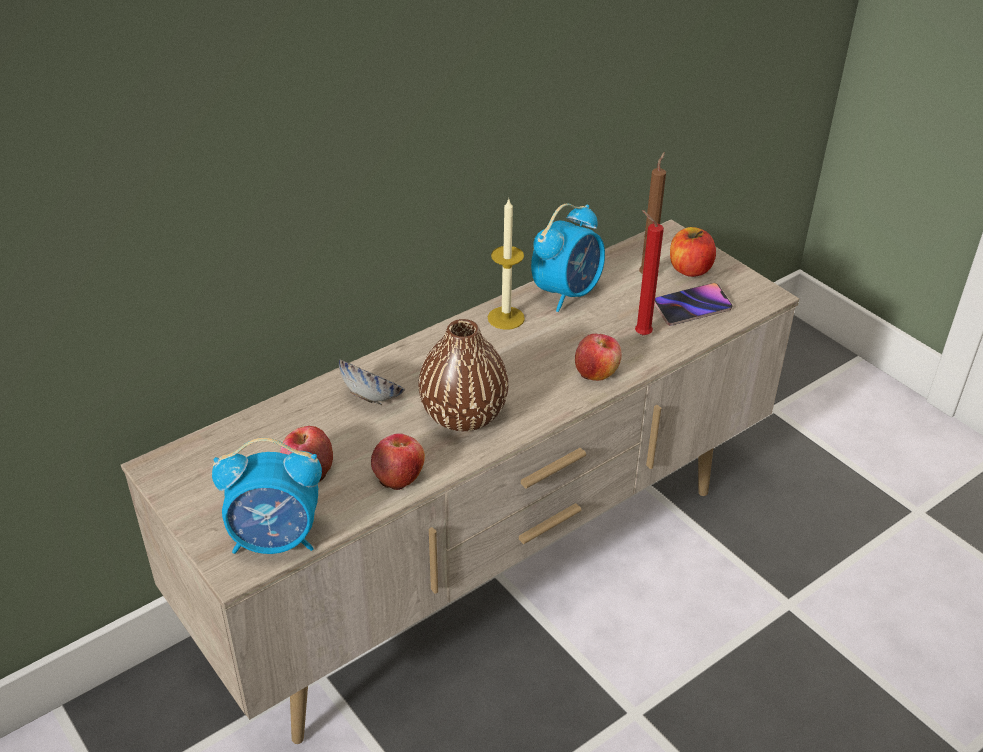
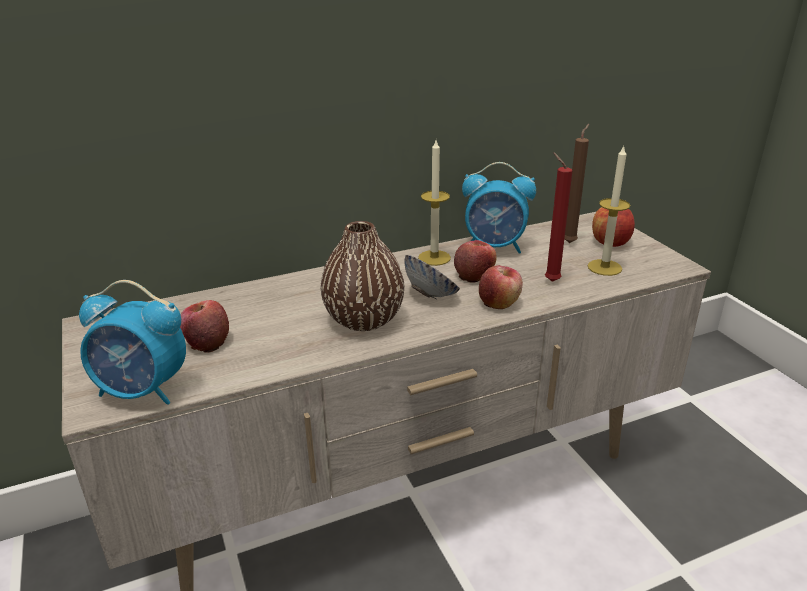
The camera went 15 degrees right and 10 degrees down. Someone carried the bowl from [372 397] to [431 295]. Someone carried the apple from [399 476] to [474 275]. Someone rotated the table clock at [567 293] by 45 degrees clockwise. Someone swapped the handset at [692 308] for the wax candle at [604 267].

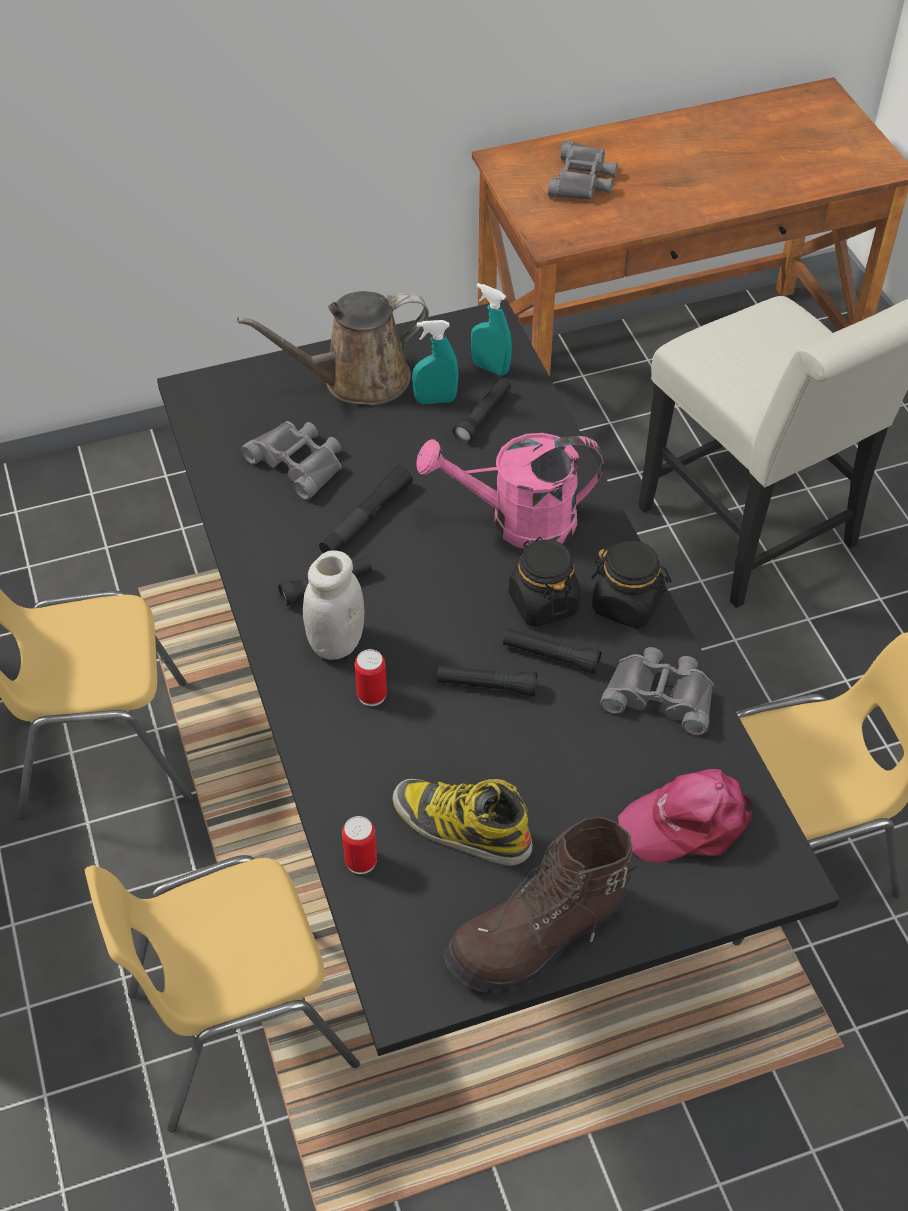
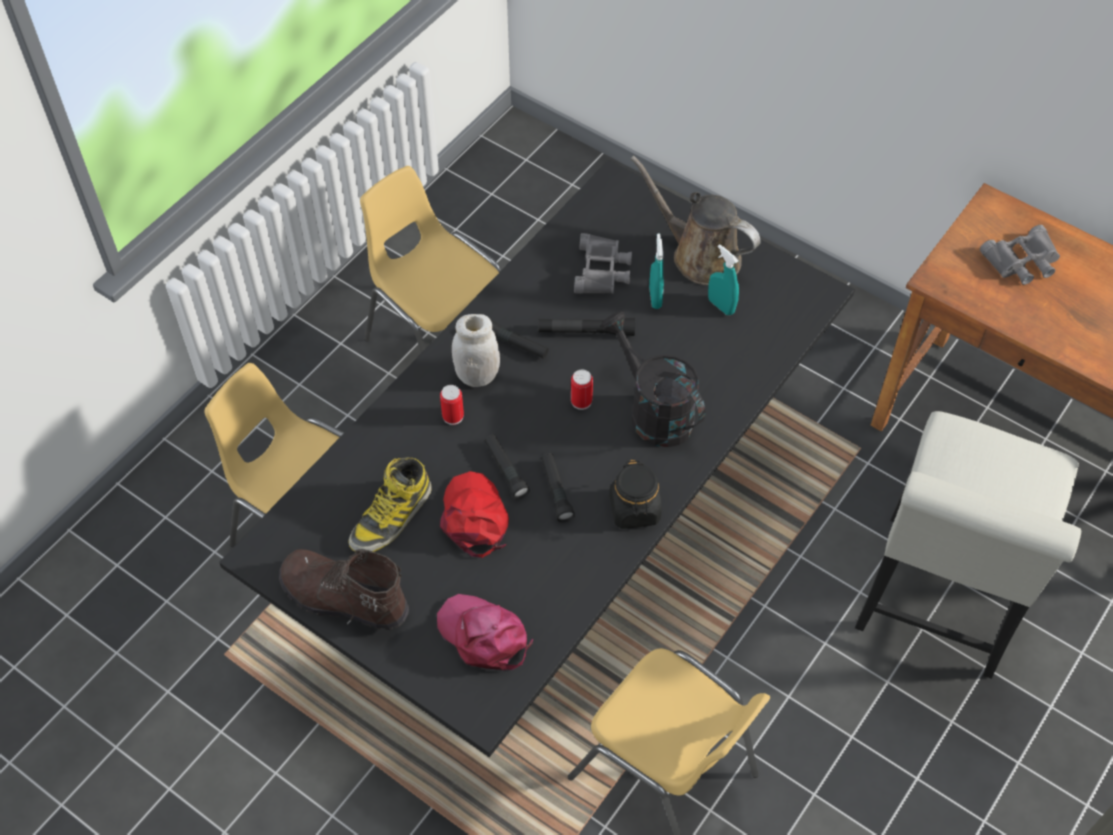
The camera went 55 degrees right and 5 degrees up. Someone rotated the tall boot at [460 827] by 135 degrees counterclockwise. Someone put down the red cap at [474 517]. Someone carried the sealed can from [361 861] to [581 401]. Someone repainted the pink sprinkling can at [517 522], which became the blackish sprinkling can at [653 411]. Someone carried the blue-green spray bottle from [490 367] to [655 297]. Someone took away the blackish flashlight at [483 416]. Someone took away the blackish storage jar at [543 603]. Someone took away the grey binoculars at [660 695].

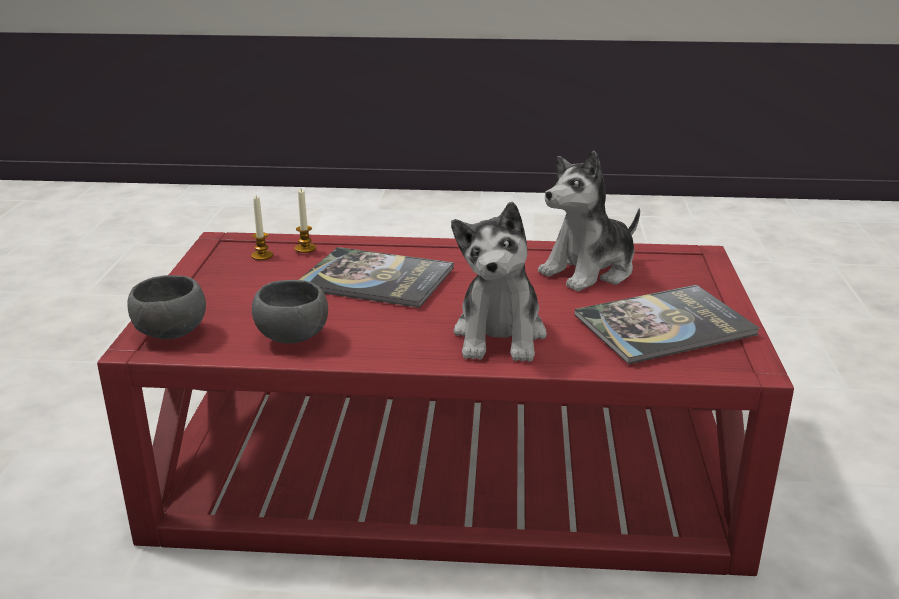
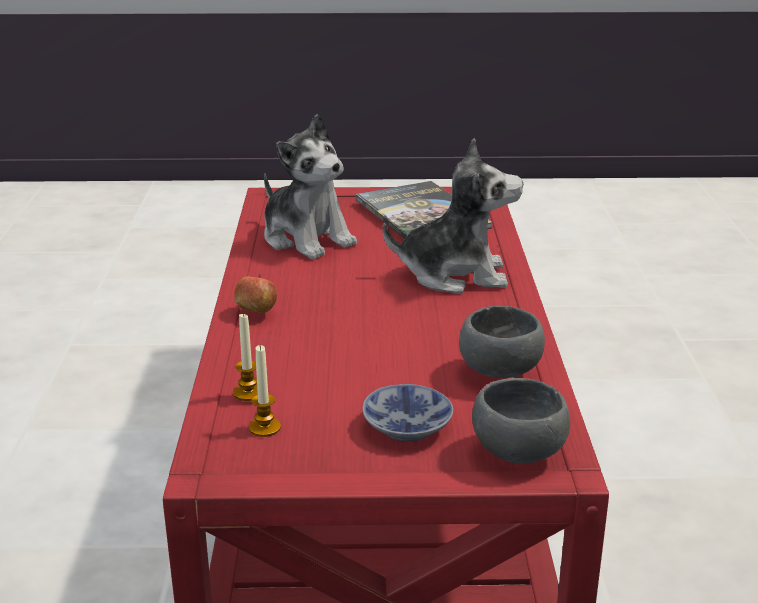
The camera went 95 degrees left and 0 degrees up. Someone put down the apple at [256 312]. Someone put down the bowl at [404 426]. Someone took away the book at [376 279].

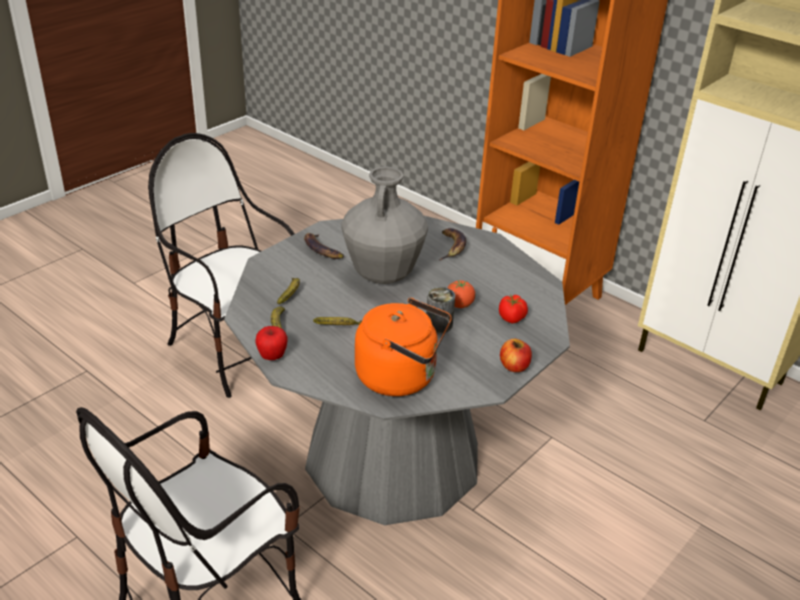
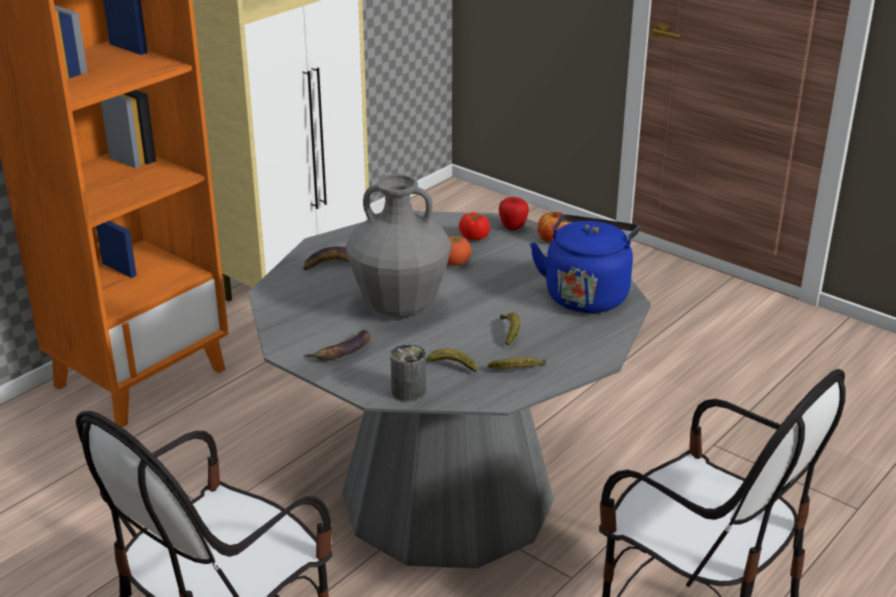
The camera went 90 degrees left and 5 degrees down. Someone carried the sealed can from [439 324] to [408 392]. Someone carried the apple from [272 357] to [513 227]. Someone repainted the orange kettle at [401 377], which became the bluish kettle at [586 294].

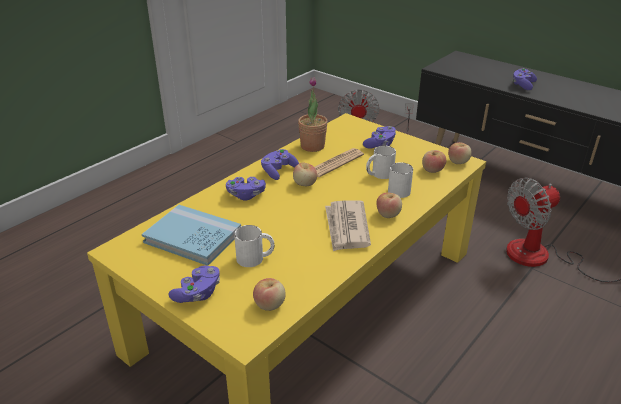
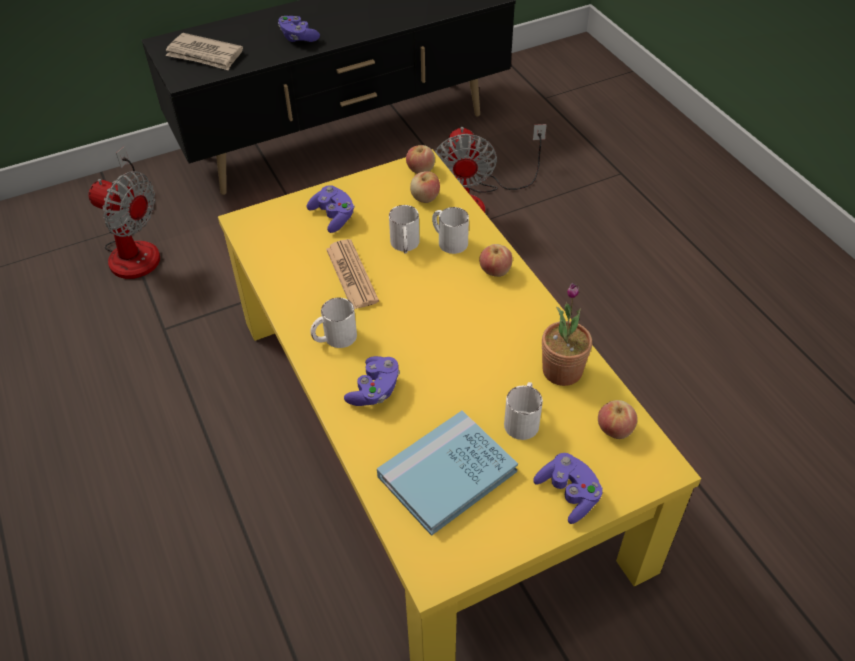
The camera went 65 degrees left and 15 degrees up. Someone carried the newspaper from [346 228] to [205 55]. Someone swapped the purple joypad at [278 171] for the white-coloured mug at [334 338]. Someone carried the plant in a pot from [312 146] to [562 370]. Someone took away the apple at [305 184].

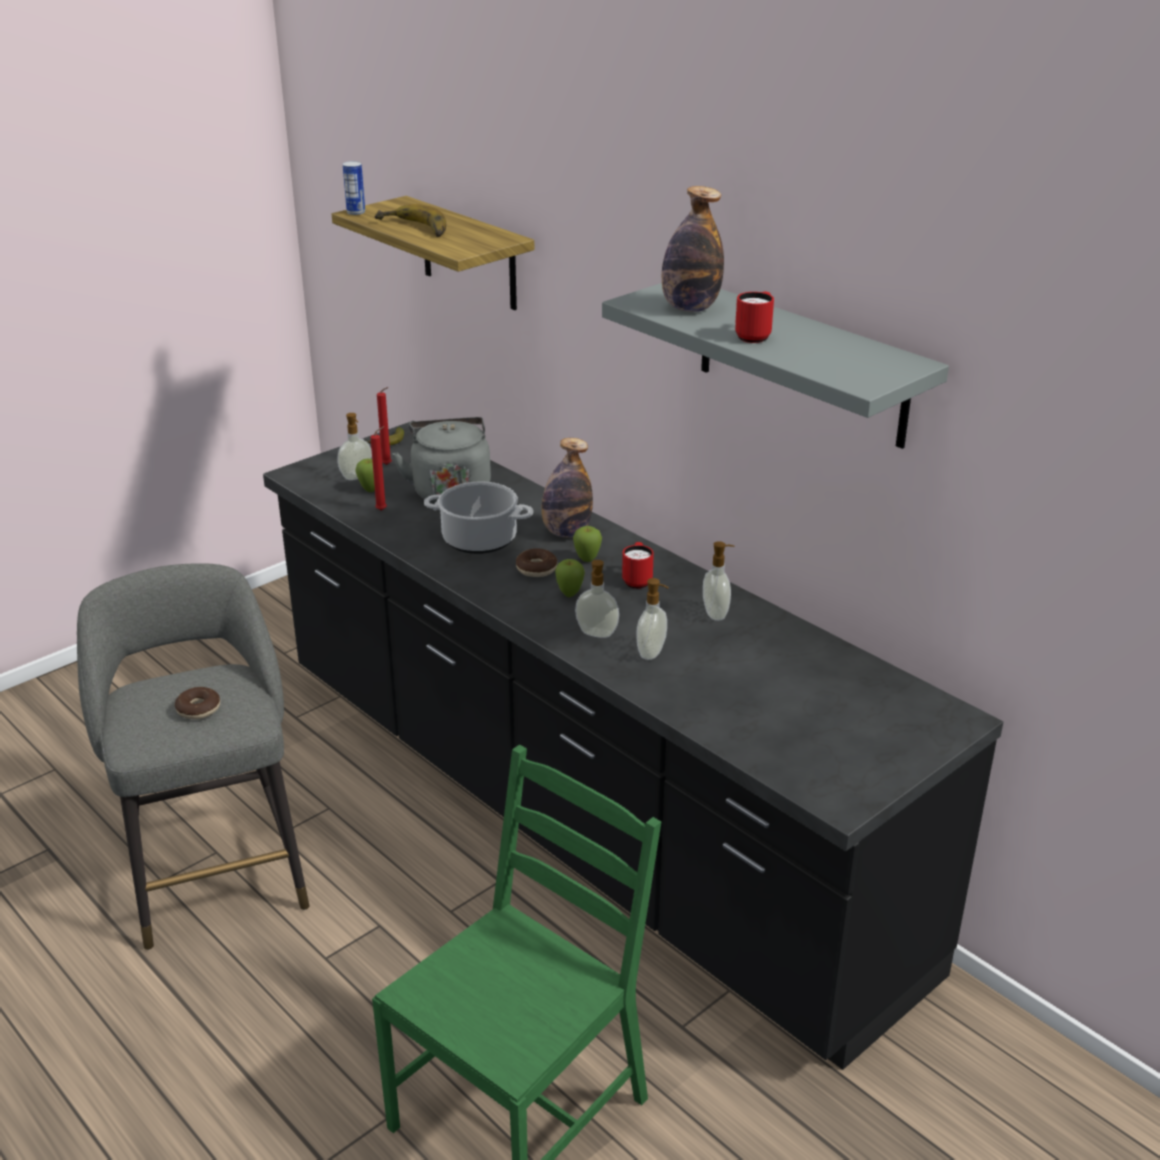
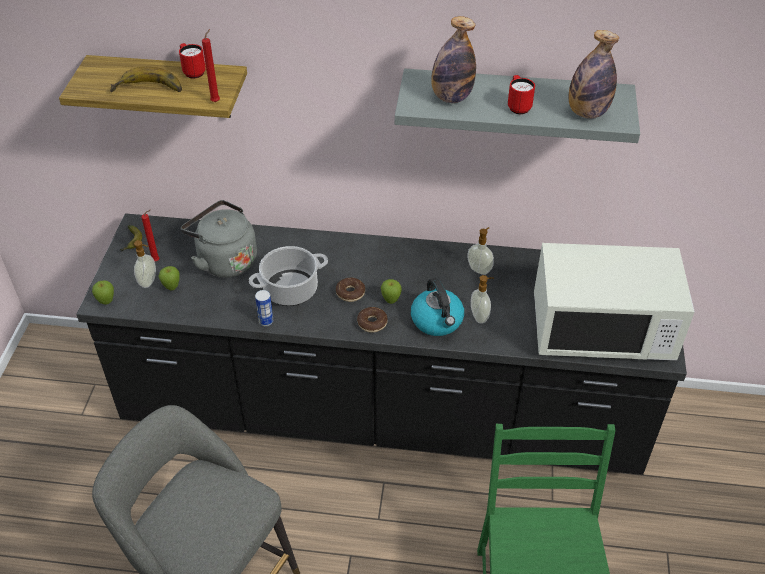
The camera went 40 degrees left and 15 degrees up. Someone carried the apple from [587 560] to [106 302]. Someone carried the red mug from [637 580] to [192 71]. Someone carried the red wax candle from [383 510] to [216 101]. Someone carried the sealed can from [356 212] to [266 321]. Someone carried the ring doughnut from [198 709] to [372 323]. Someone swapped the soap bottle at [596 634] for the kettle at [437 321]. Someone put down the white-coloured microwave oven at [602 329]. Someone carried the drink bottle from [566 532] to [587 113].

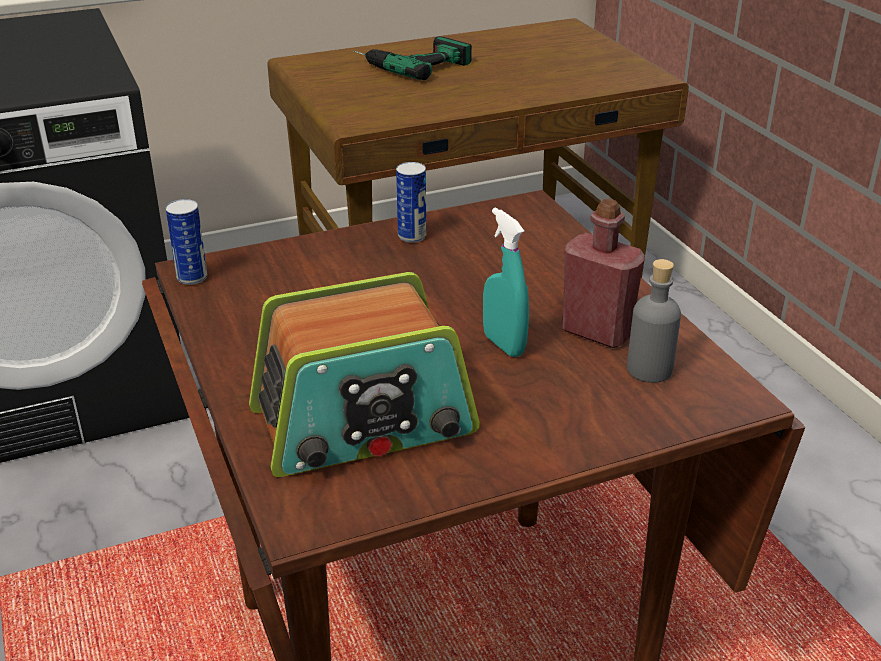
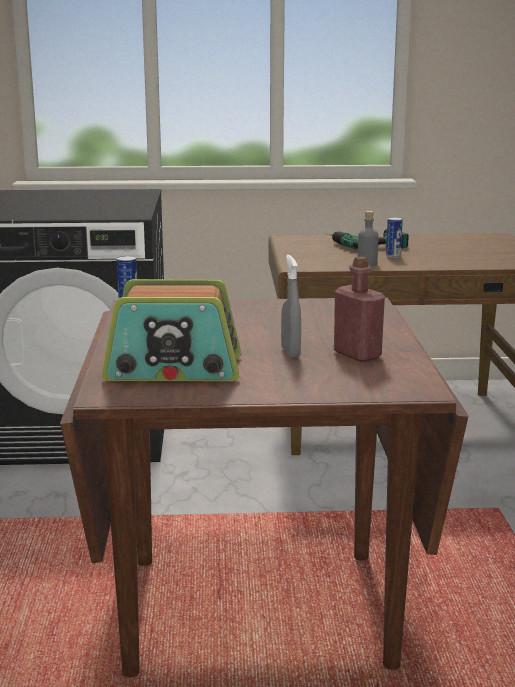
The camera went 20 degrees right and 15 degrees down. Someone repainted the blue-green spray bottle at [504 345], which became the grey spray bottle at [290 352]. Someone carried the grey drink bottle from [649 369] to [367 264]. Someone carried the sealed can from [412 236] to [393 256].

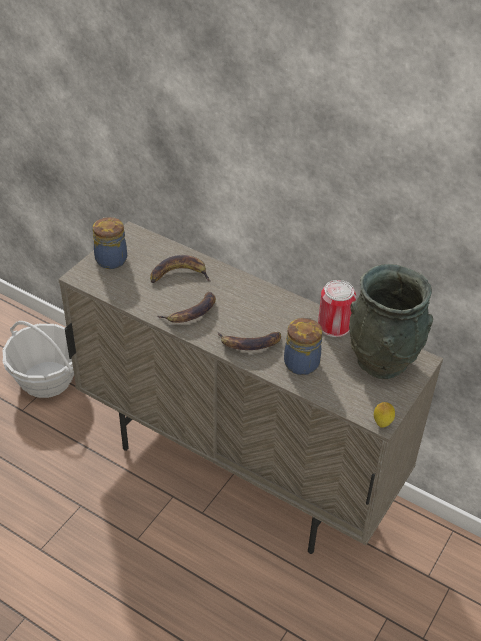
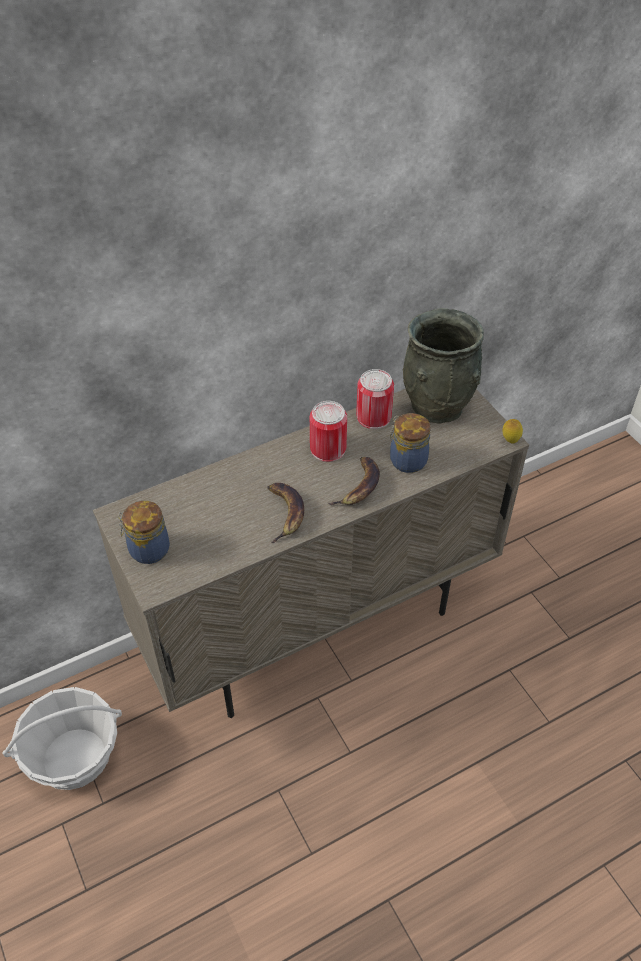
The camera went 60 degrees left and 5 degrees up. Someone put down the sealed can at [328 449]. Someone took away the banana at [179 274].

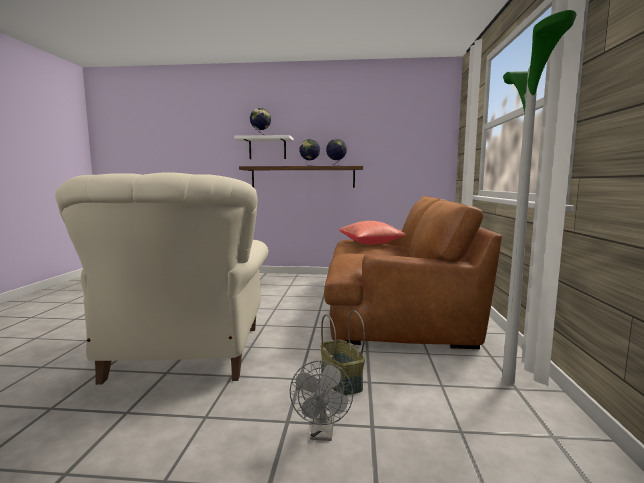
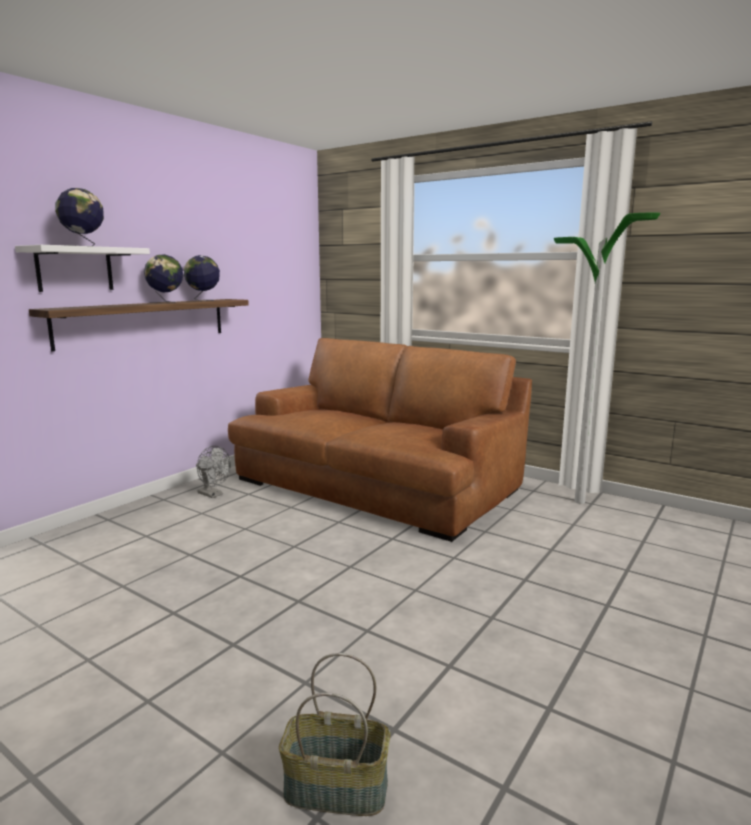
The camera went 60 degrees left and 5 degrees up. Someone carried the grey electric fan from [322 433] to [213 494]. Someone carried the storage basket from [340 381] to [334 790]. Someone took away the sand-coloured lounge chair at [186 354]. Someone took away the red pillow at [371 243].

